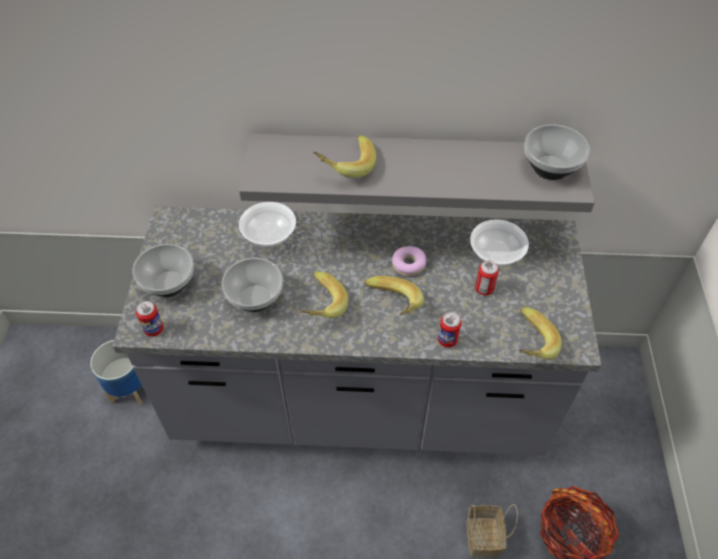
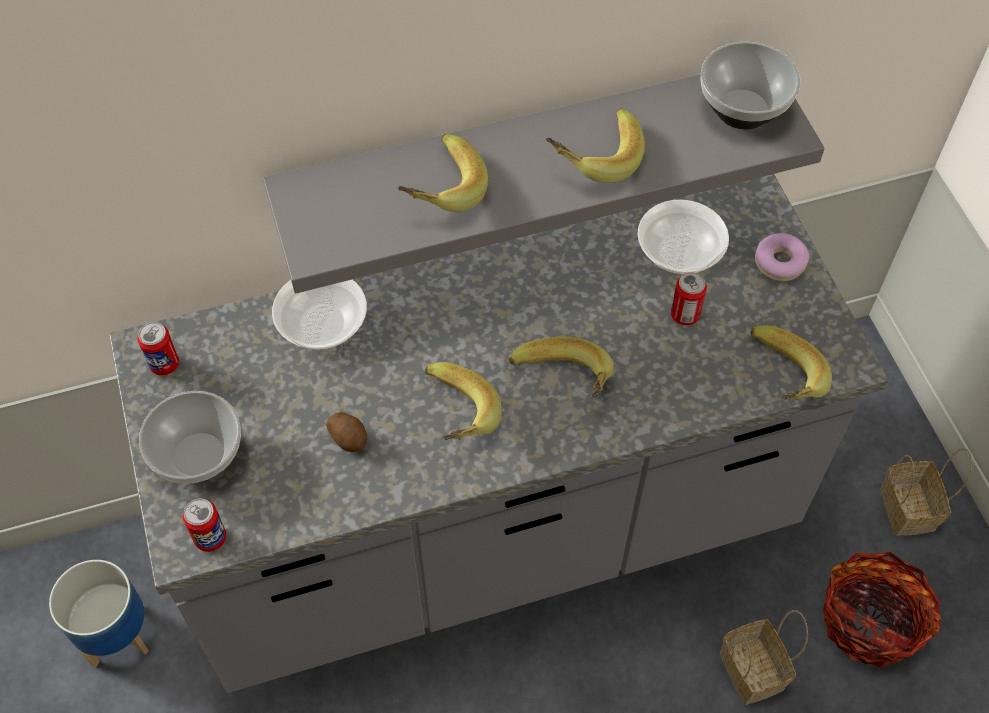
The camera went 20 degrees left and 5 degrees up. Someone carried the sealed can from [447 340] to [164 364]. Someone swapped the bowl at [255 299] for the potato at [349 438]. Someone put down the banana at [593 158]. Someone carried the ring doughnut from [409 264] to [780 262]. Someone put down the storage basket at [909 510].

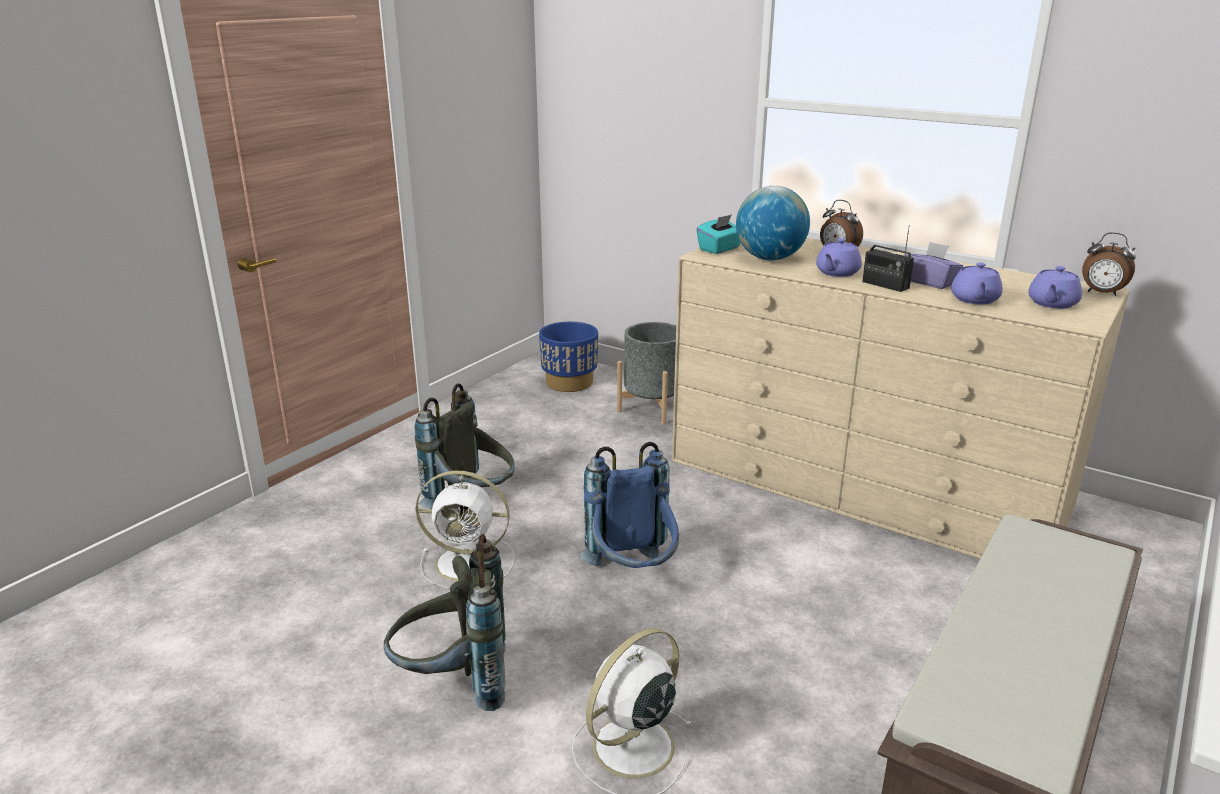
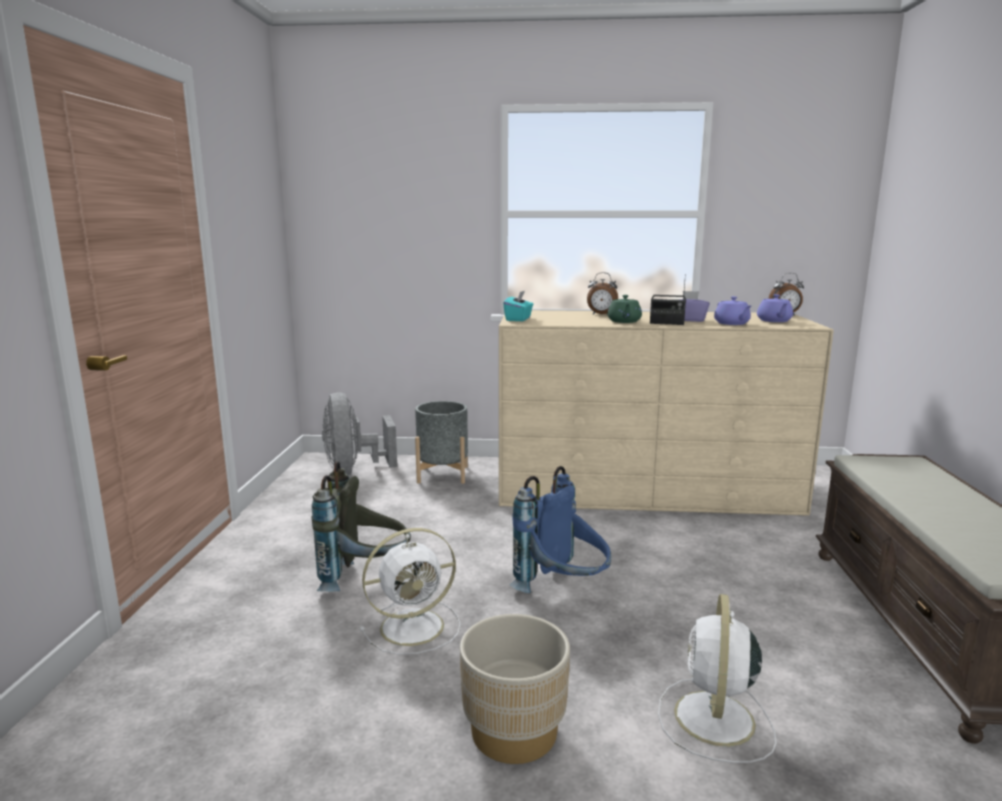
The camera went 30 degrees left and 10 degrees down. Someone swapped the bluish flower pot at [569 383] for the grey electric fan at [354 471]. Someone swapped the grey knapsack at [454 684] for the sand-coloured flower pot at [514 732]. Someone repainted the purple tea pot at [837 273], which became the green-coloured tea pot at [624 321]. Someone took away the world globe at [769 259].

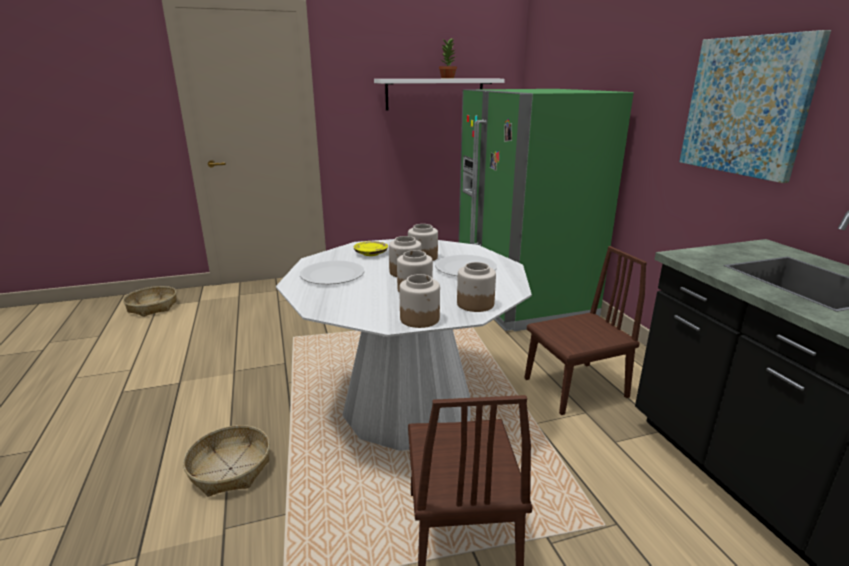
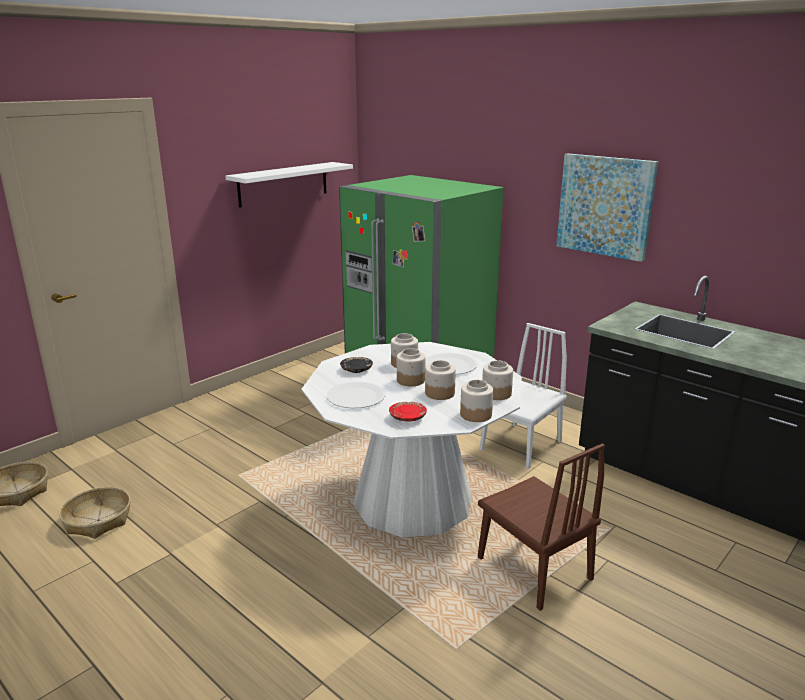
The camera went 30 degrees left and 0 degrees up. Someone carried the storage basket from [230 469] to [98 520]. Someone repainted the yellow-coloured flat dish at [371 253], which became the blackish flat dish at [356 370]. Someone put down the red flat dish at [407 417]. Someone repainted the brown-coloured plain chair at [575 387], which became the white-coloured plain chair at [521 445]. Someone took away the plant in a pot at [448 78].

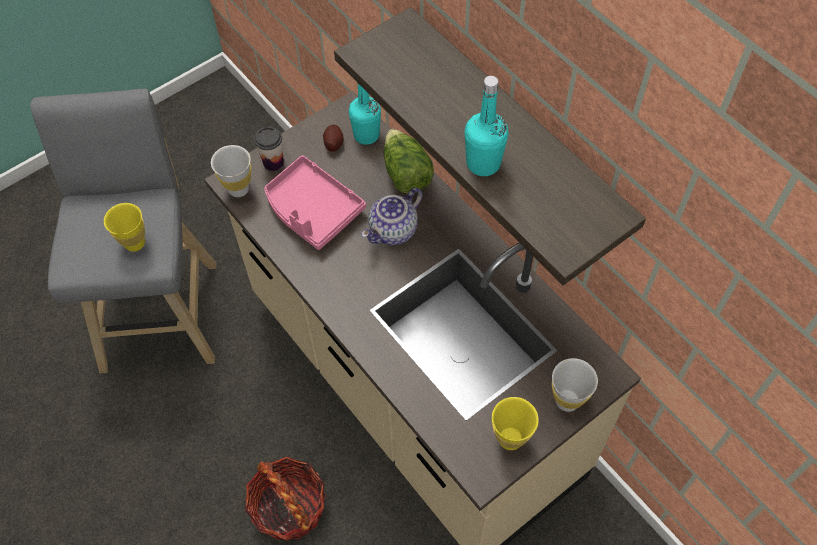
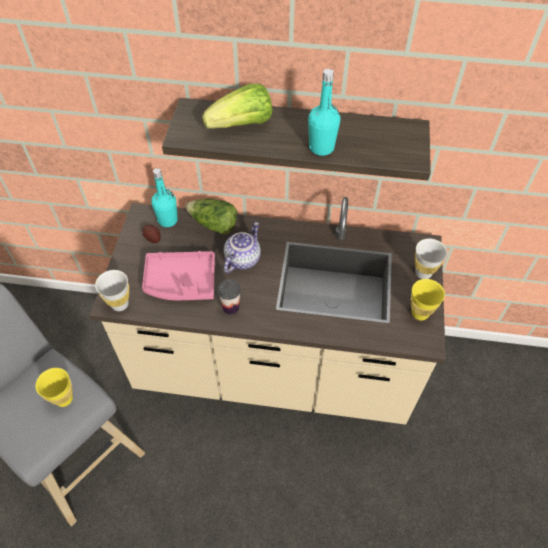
The camera went 45 degrees left and 5 degrees down. Someone put down the lettuce head at [242 125]. Someone carried the small cup from [273 162] to [231 307]. Someone rotated the tea pot at [393 231] by 150 degrees counterclockwise. Someone took away the storage basket at [289 507].

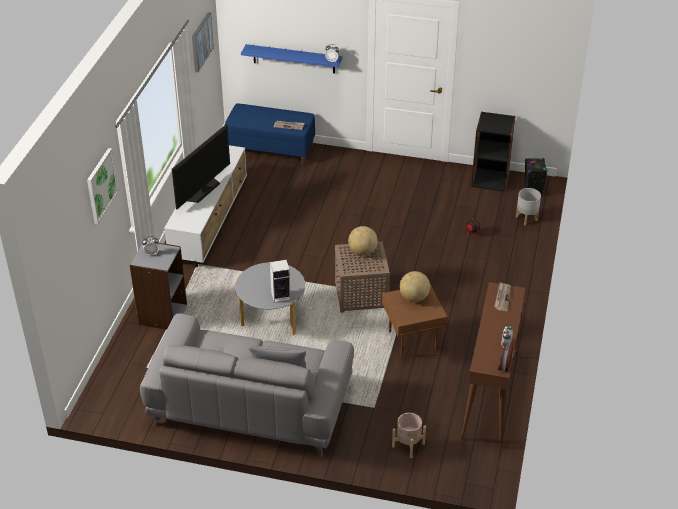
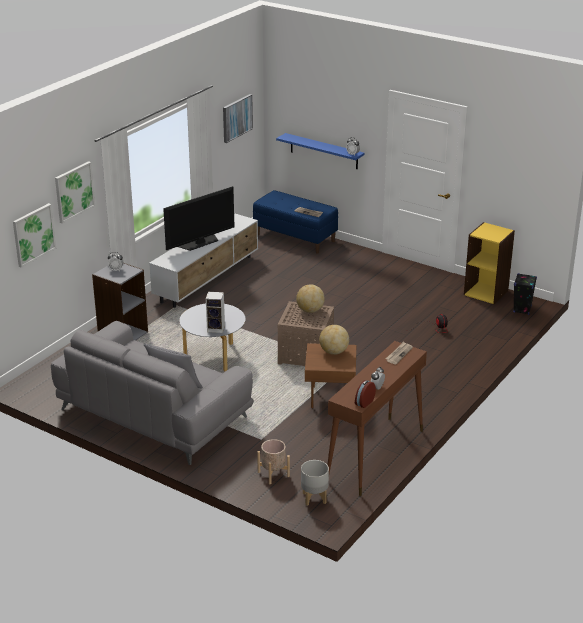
The camera went 20 degrees right and 10 degrees down. Someone put up the picture at [33 234]. Someone carried the grey flower pot from [526 218] to [314 498]. Someone repainted the blackish bookcase at [490 179], which became the yellow-coloured bookcase at [486 292].

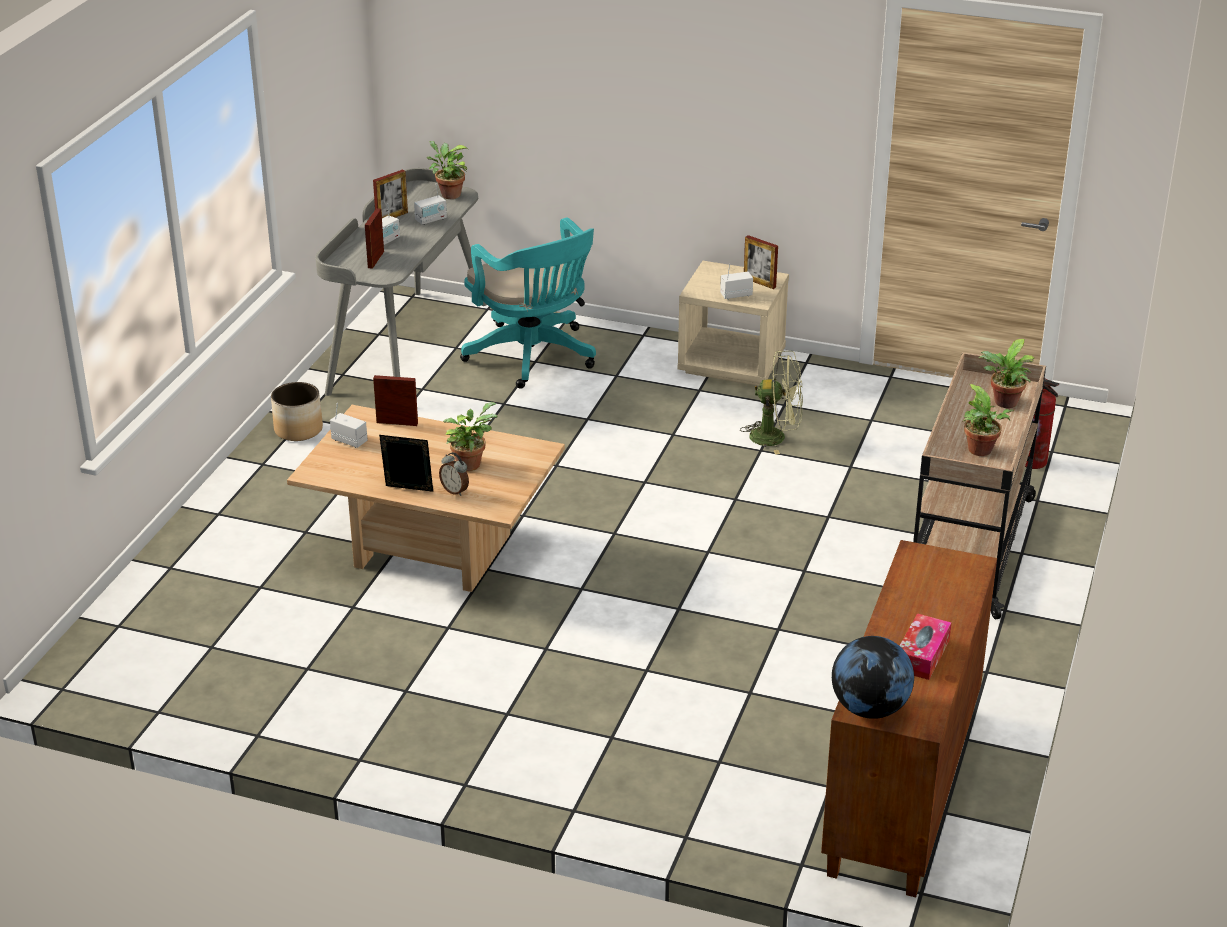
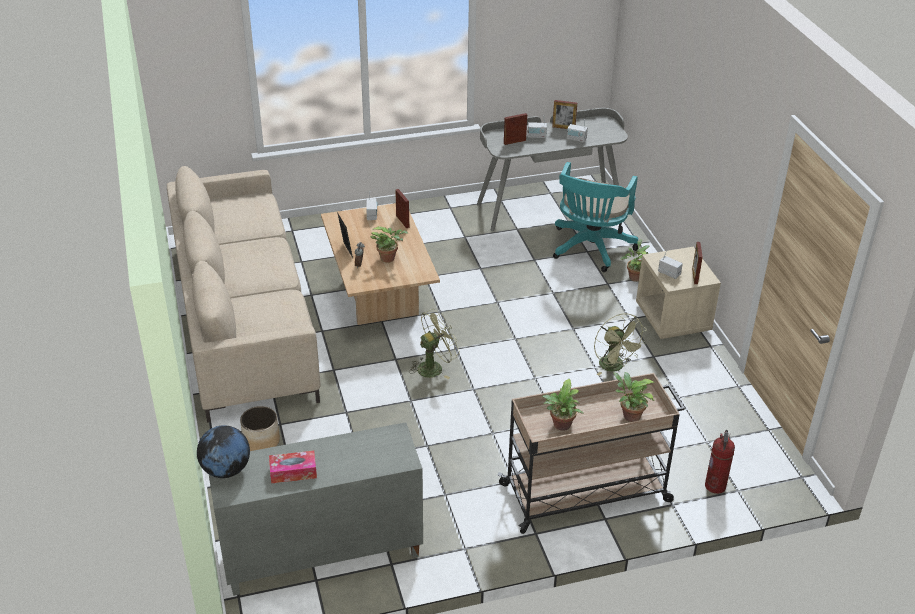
The camera went 55 degrees right and 5 degrees up. Someone put down the sand-coloured settee at [244 319]. Someone repainted the brown-coloured cabinet at [904 792], which became the grey cabinet at [321 555]. Someone carried the flower pot from [298 430] to [261 441]. Someone put down the green-coloured electric fan at [434 367]. Someone carried the plant in a pot from [448 194] to [634 276].

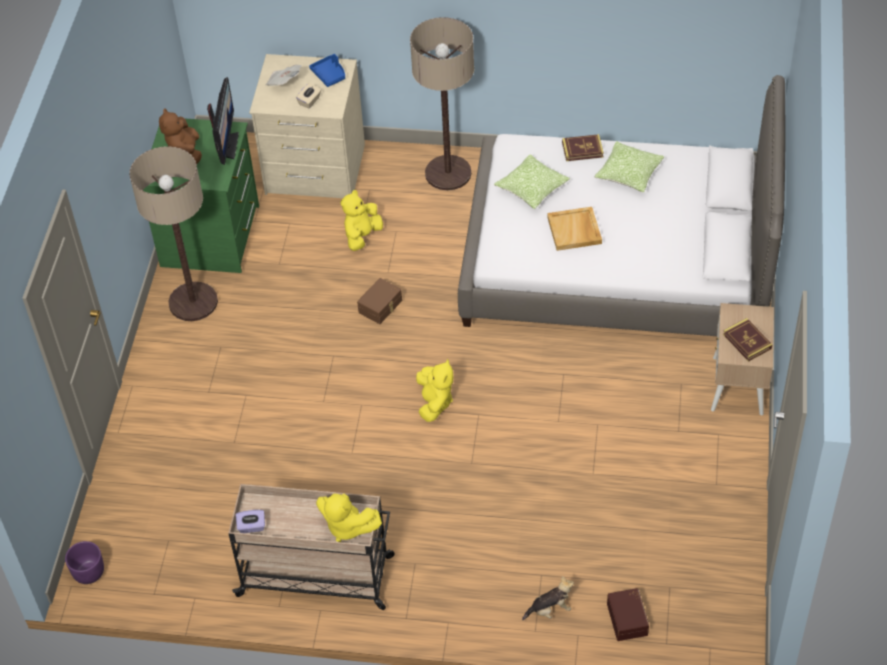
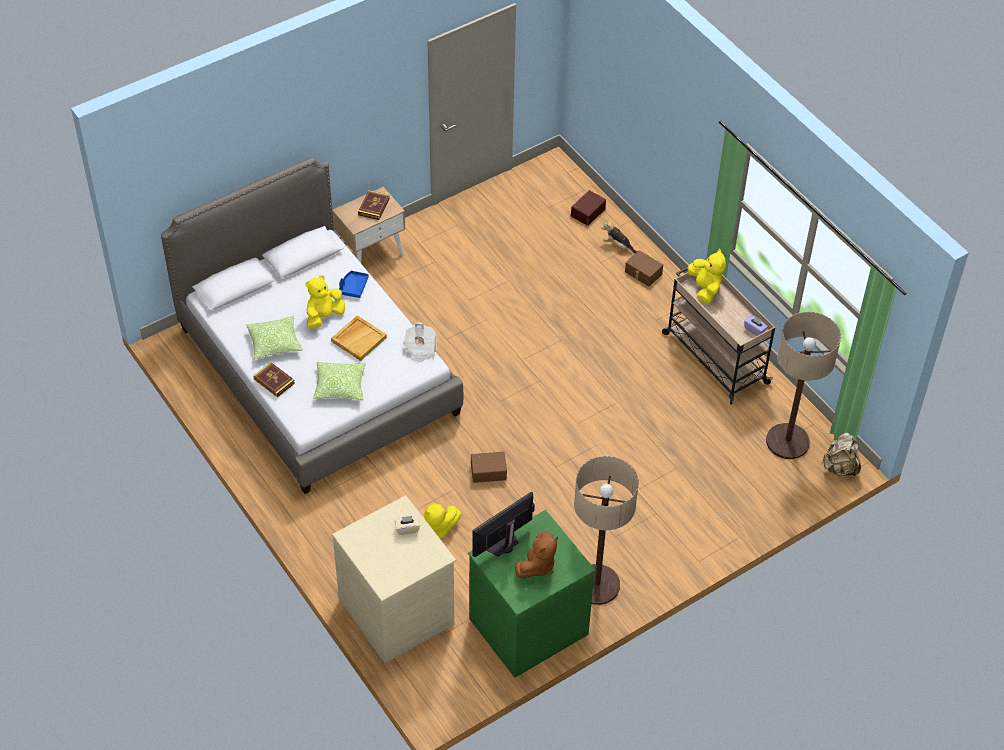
The camera went 135 degrees left and 0 degrees up. Someone carried the yellow-coloured cuddly toy from [434 403] to [324 316]. Someone carried the bluish carrying tray from [329 75] to [353 287]. Someone carried the newspaper from [284 83] to [420 349]. Someone put down the brown-coloured storage container at [643 273]. Someone carried the standard lamp from [448 173] to [787 441]. Someone swapped the purple flower pot at [88 572] for the sand-coloured knapsack at [839 467].

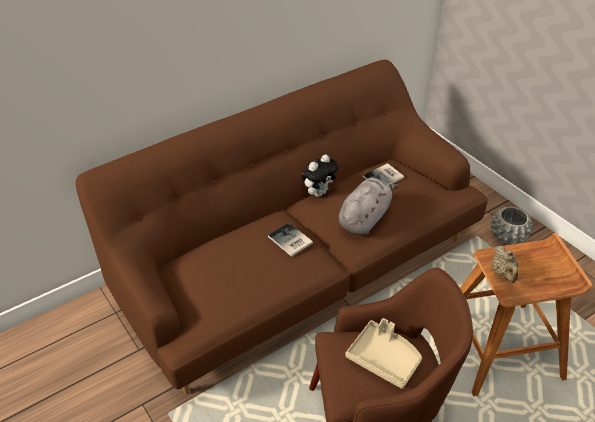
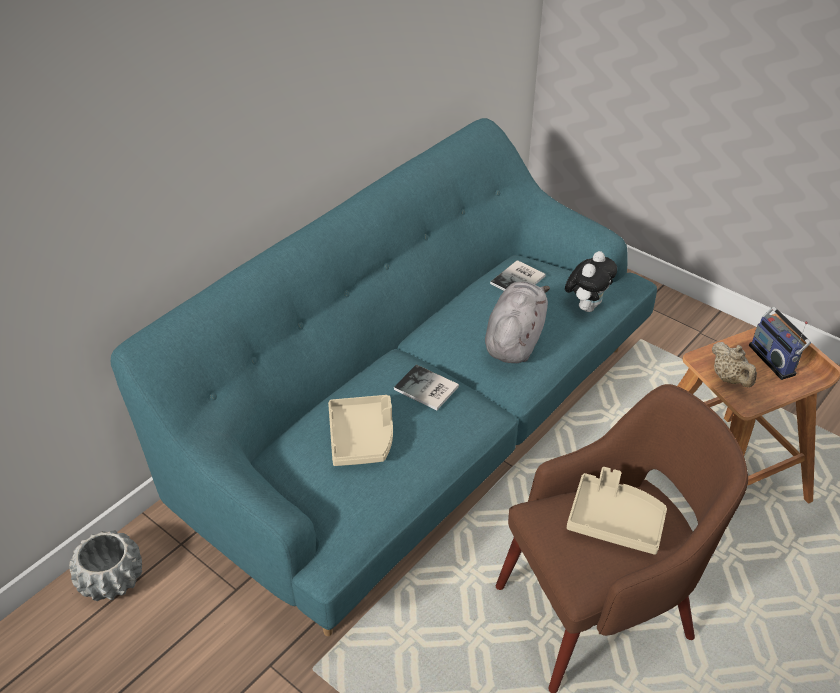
The camera went 15 degrees left and 0 degrees up. Someone carried the grey flower pot from [508 235] to [112 579]. Someone repainted the brown-coloured settee at [297 267], which became the blue-green settee at [420 426]. Someone put down the sand-coloured carrying tray at [362 437]. Someone carried the cuddly toy from [319 192] to [586 306]. Someone put down the radio receiver at [774 359].

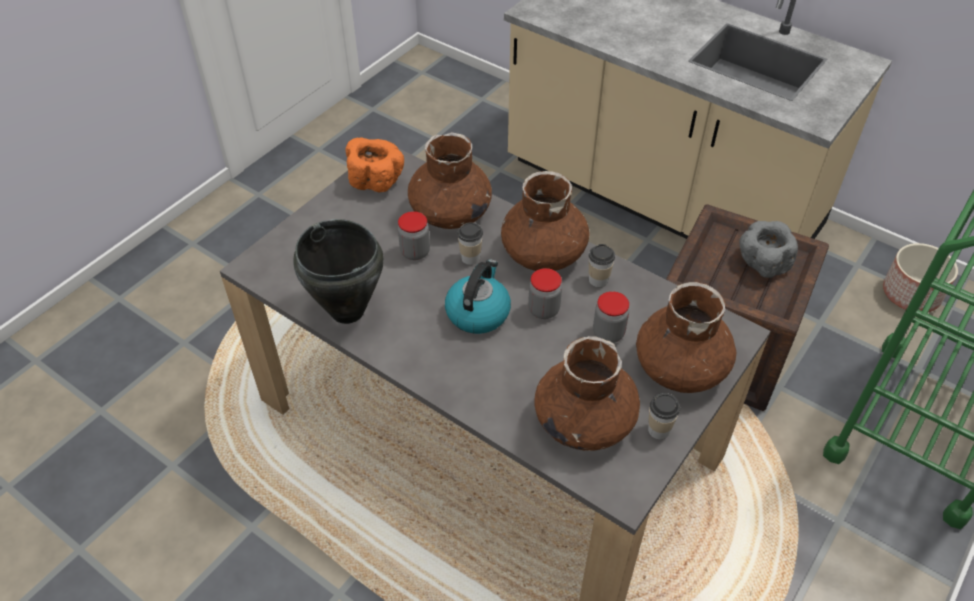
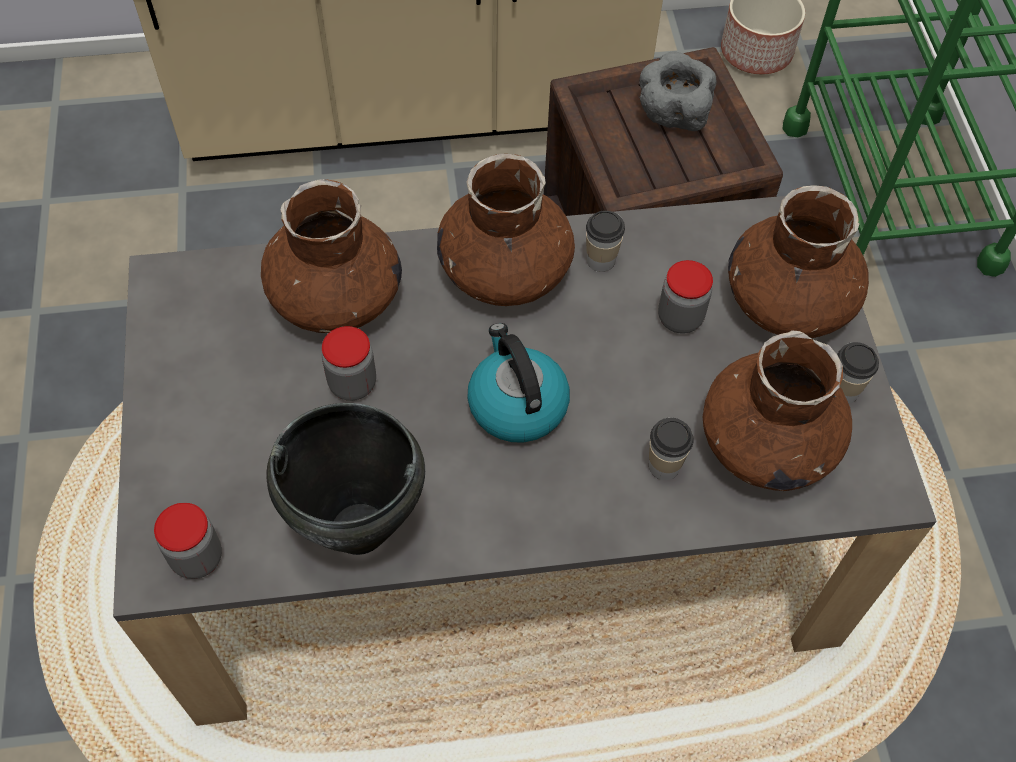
The camera went 45 degrees left and 10 degrees up. Someone carried the storage jar from [543 310] to [197 558]. Someone carried the small cup from [470 257] to [664 465]. Someone took away the orange bowl at [376 180].

